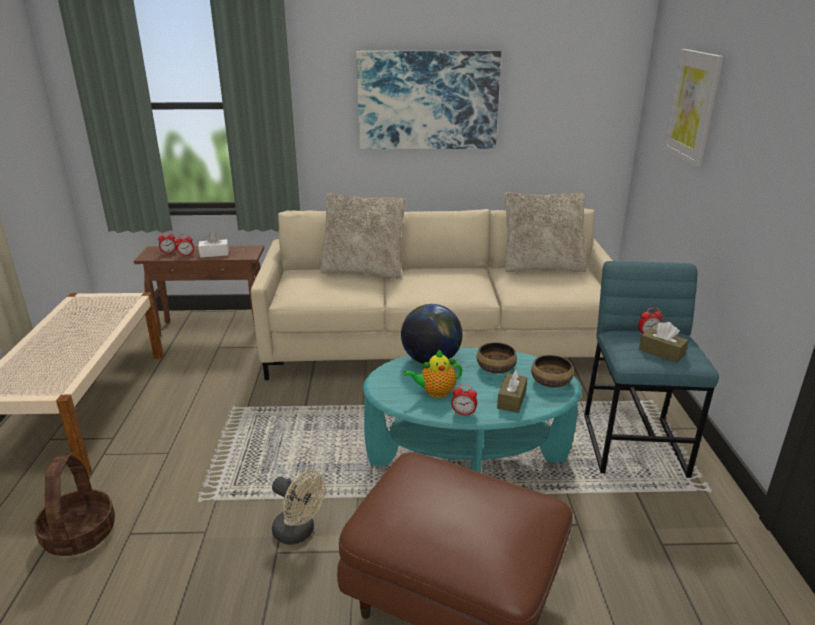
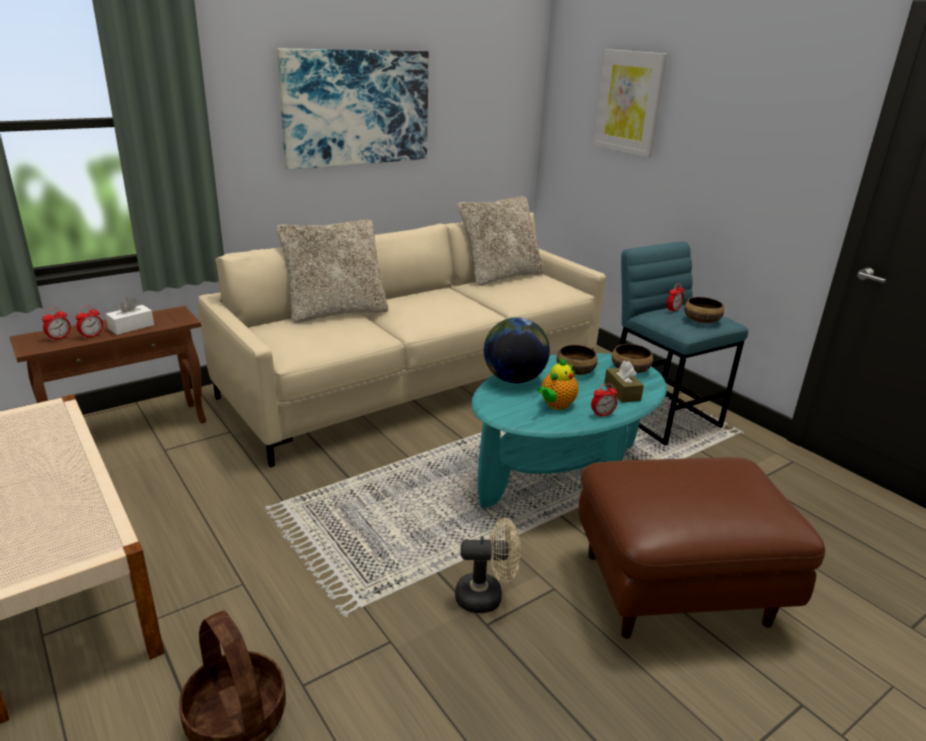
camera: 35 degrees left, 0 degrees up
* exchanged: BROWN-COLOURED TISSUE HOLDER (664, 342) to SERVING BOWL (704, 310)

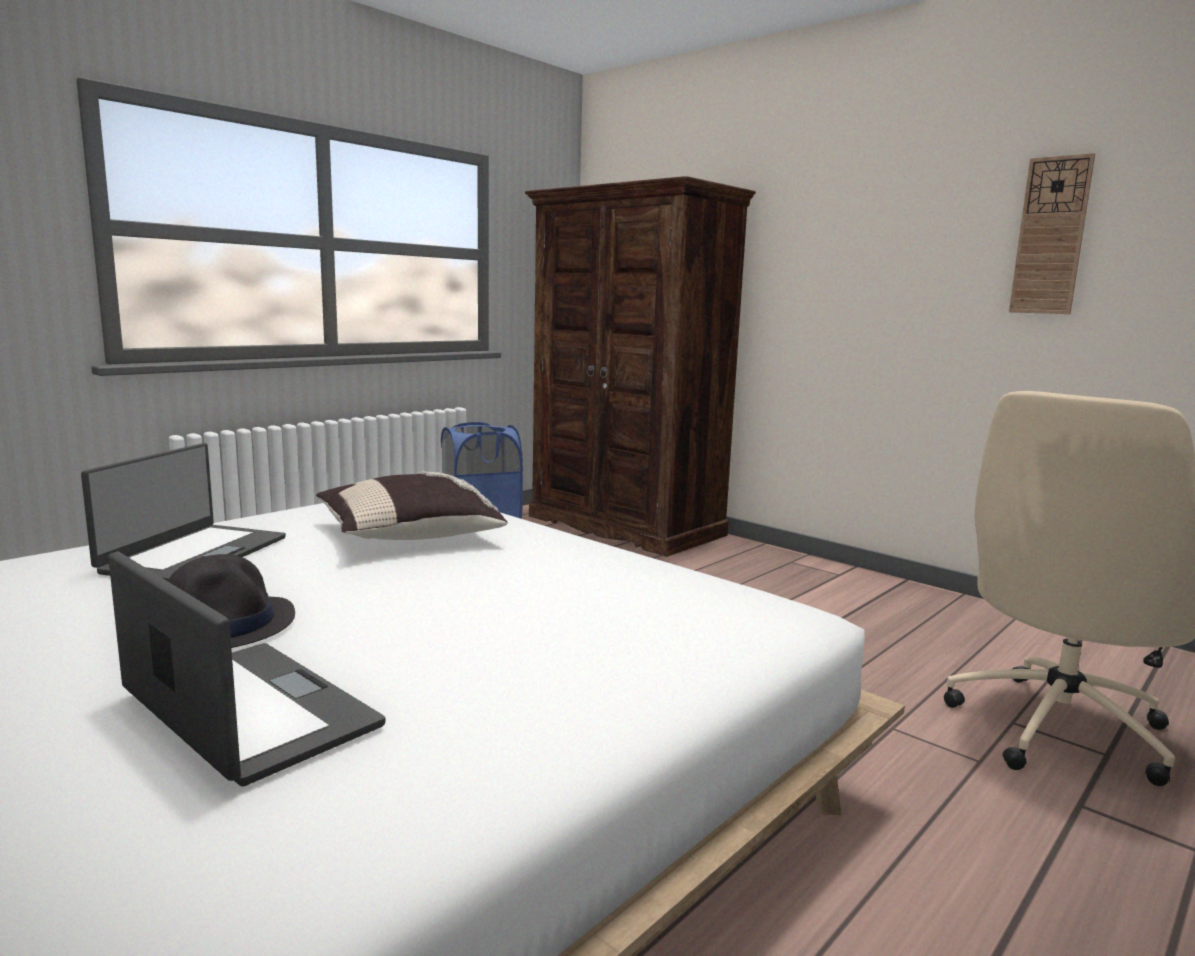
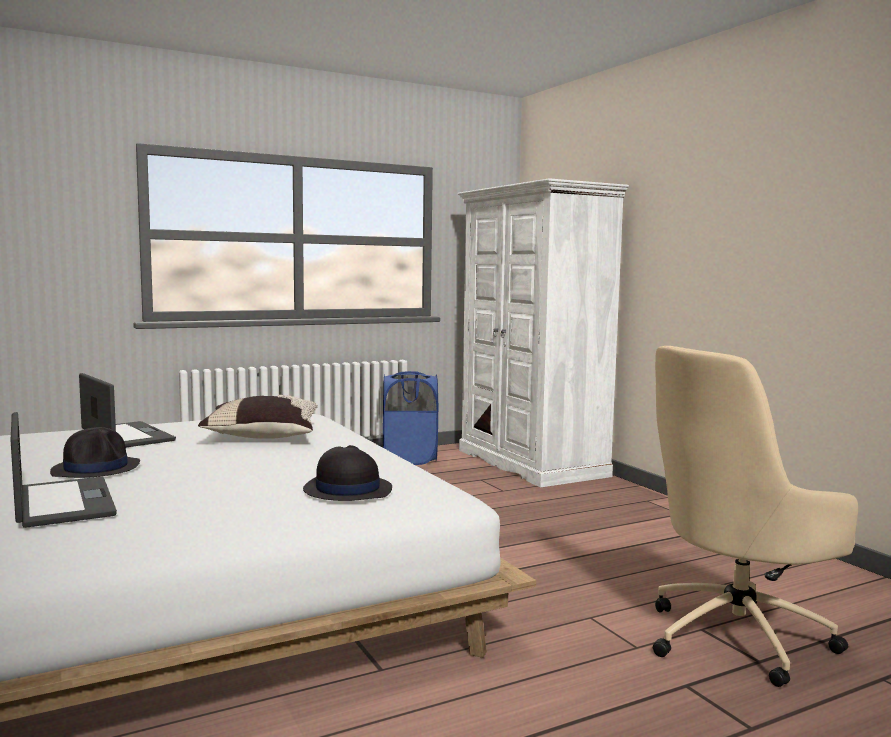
camera: 20 degrees right, 5 degrees down
* spun: LAPTOP (183, 512) = (127, 410) 75 degrees counterclockwise
* colour: BROWN-COLOURED ARMOIRE (640, 366) to WHITE ARMOIRE (543, 333)
* missing: CLOCK ON THE WALL (1052, 233)
* appeared: BLACK HAT (347, 473)

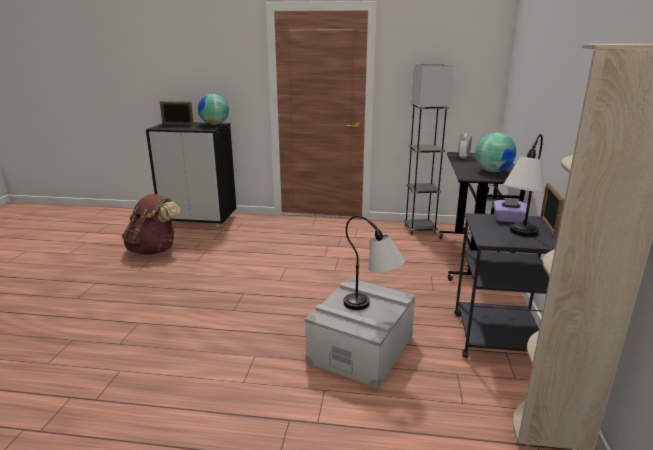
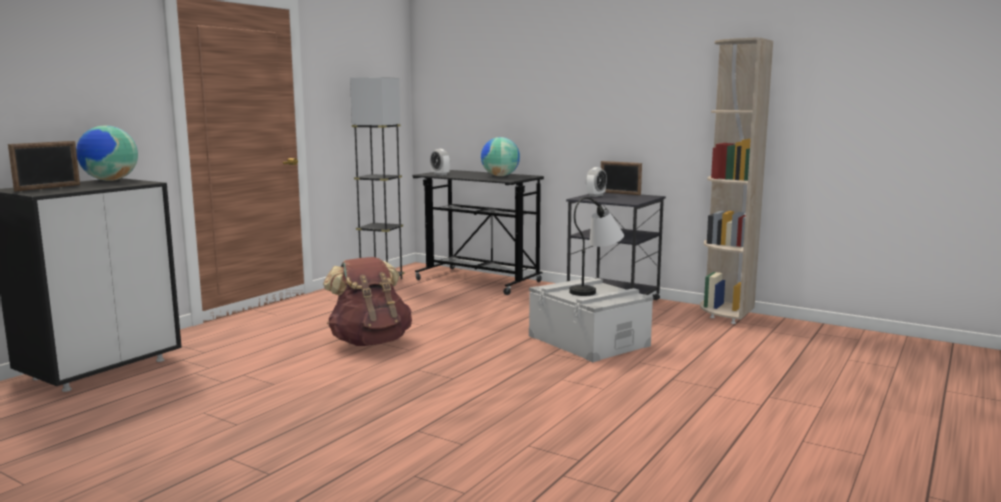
camera: 65 degrees left, 10 degrees down
* relocated: BROWN-COLOURED BACKPACK (151, 224) to (367, 301)
* exchanged: PURPLE-COLOURED TISSUE HOLDER (510, 210) to TABLE CLOCK (596, 182)
* missing: TABLETOP LAMP (524, 185)

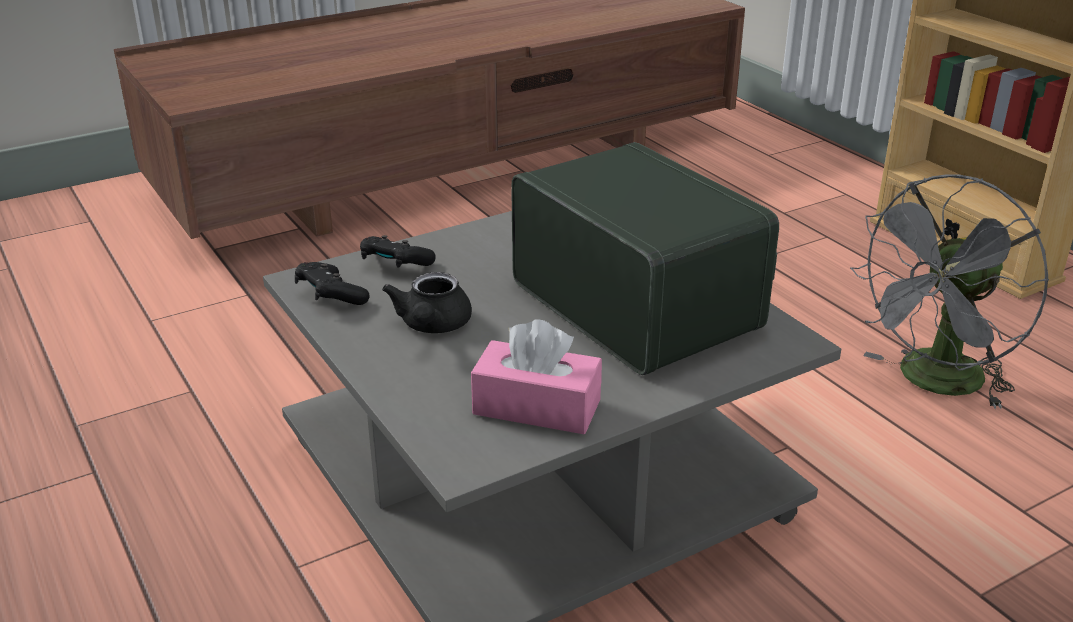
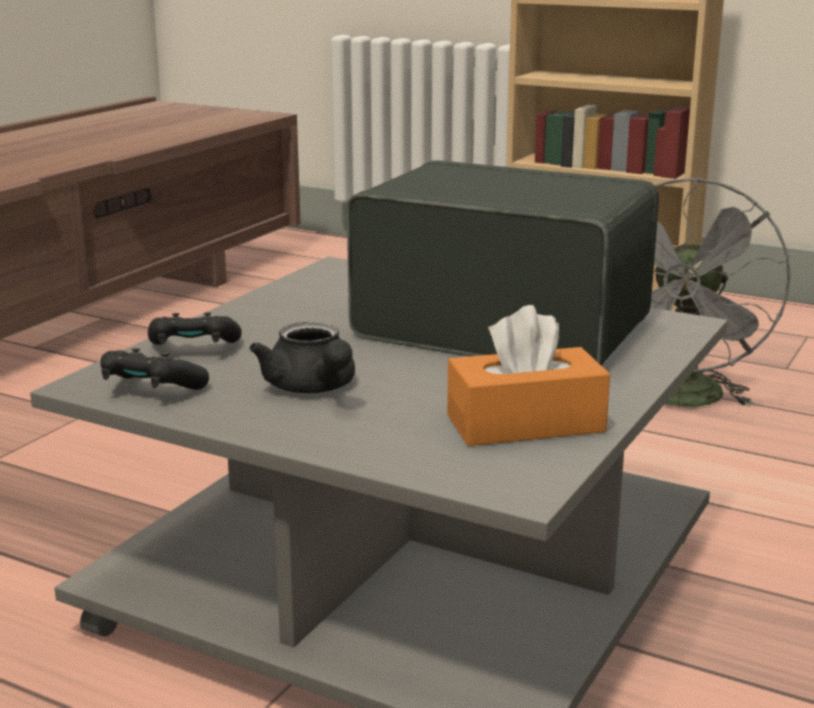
camera: 30 degrees left, 10 degrees down
* colour: PINK-COLOURED TISSUE HOLDER (536, 376) to ORANGE-COLOURED TISSUE HOLDER (528, 375)

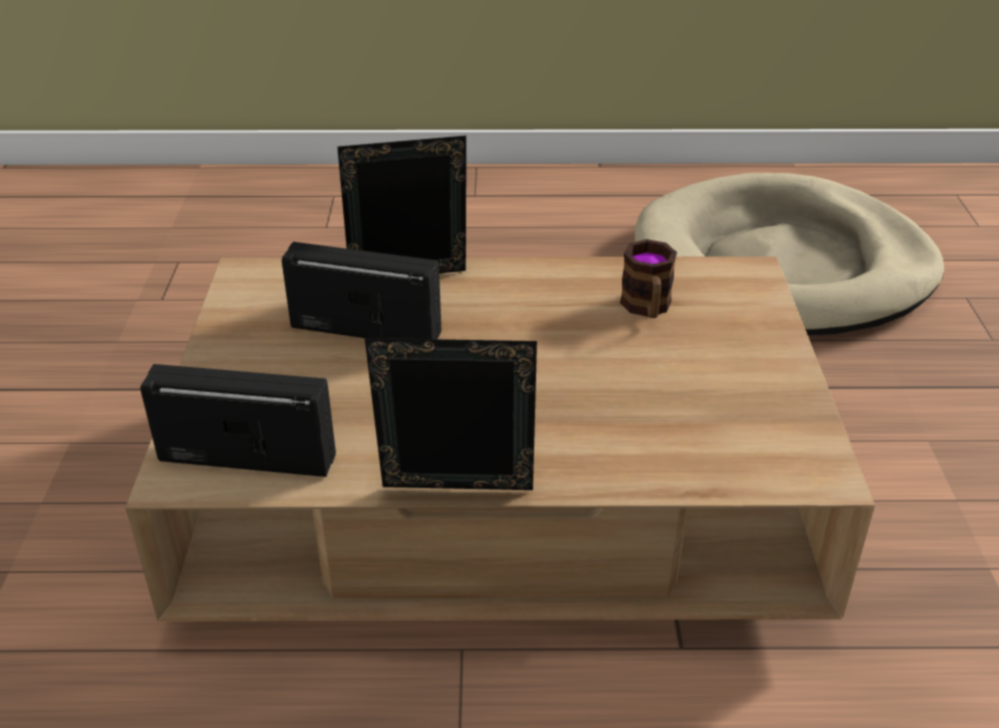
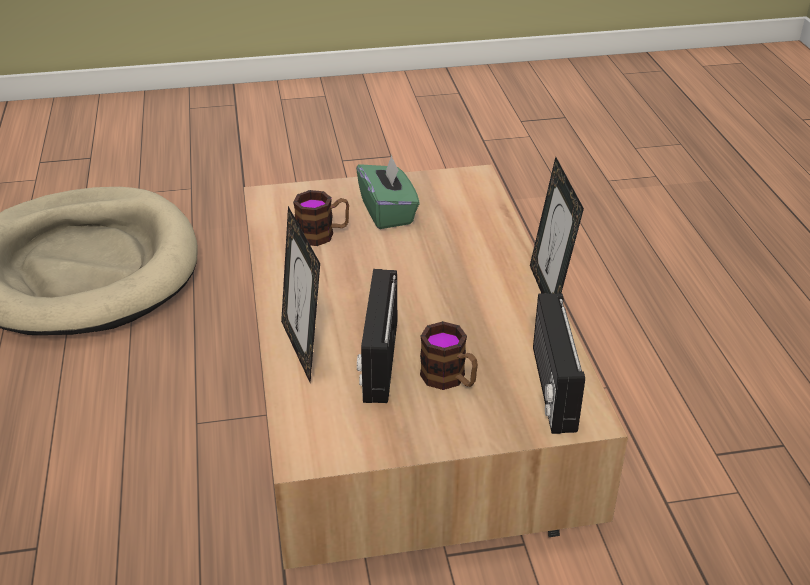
camera: 100 degrees left, 0 degrees up
* appeared: GREEN TISSUE HOLDER (388, 192)
* appeared: MUG (449, 355)

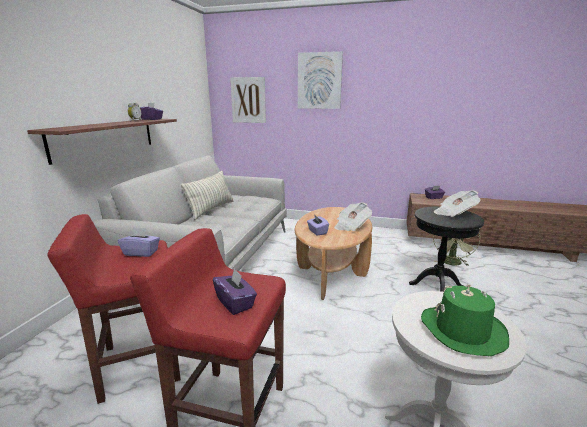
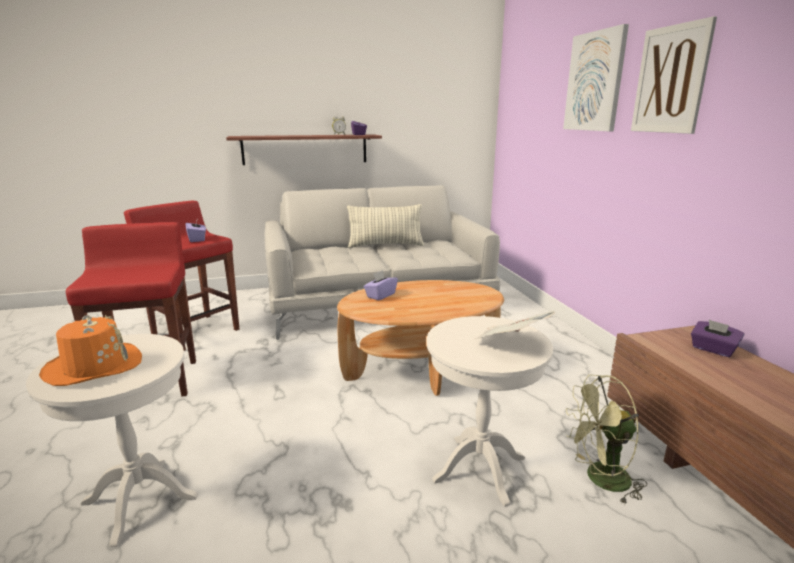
camera: 60 degrees right, 0 degrees up
* missing: PURPLE-COLOURED TISSUE HOLDER (235, 291)
* relocated: WALL PICTURE (248, 100) to (674, 75)
* missing: PRINTED PAPER (353, 217)
* colour: BLACK ACCENT TABLE (446, 249) to WHITE ACCENT TABLE (490, 411)
* colour: GREEN HAT (465, 320) to ORANGE-COLOURED HAT (90, 350)

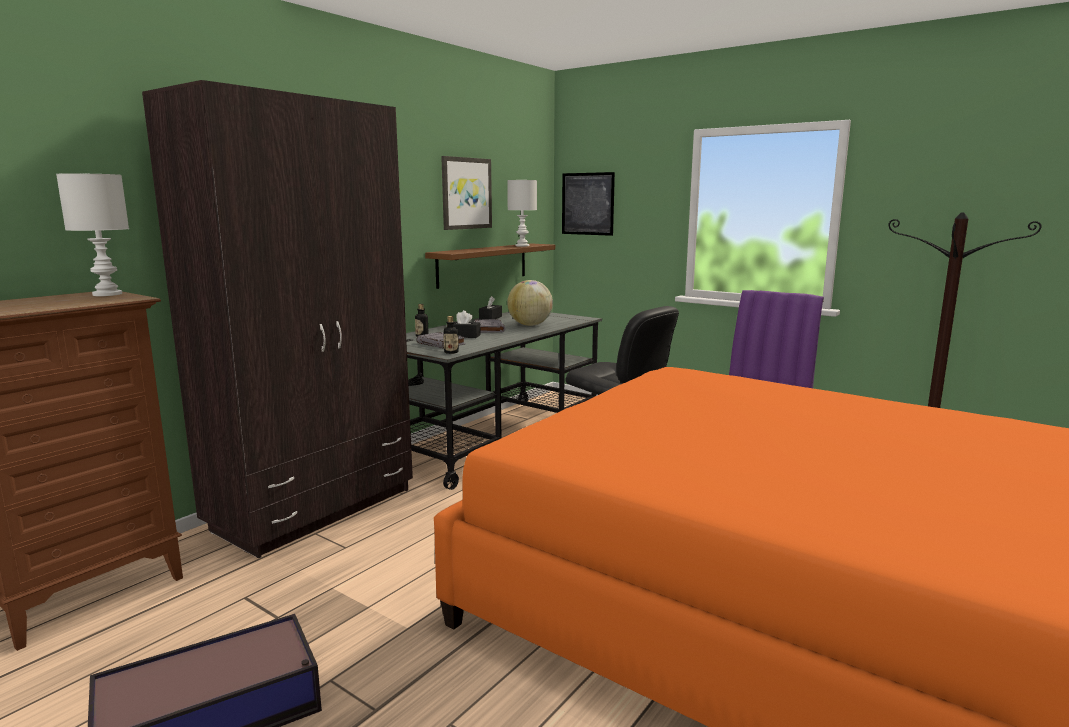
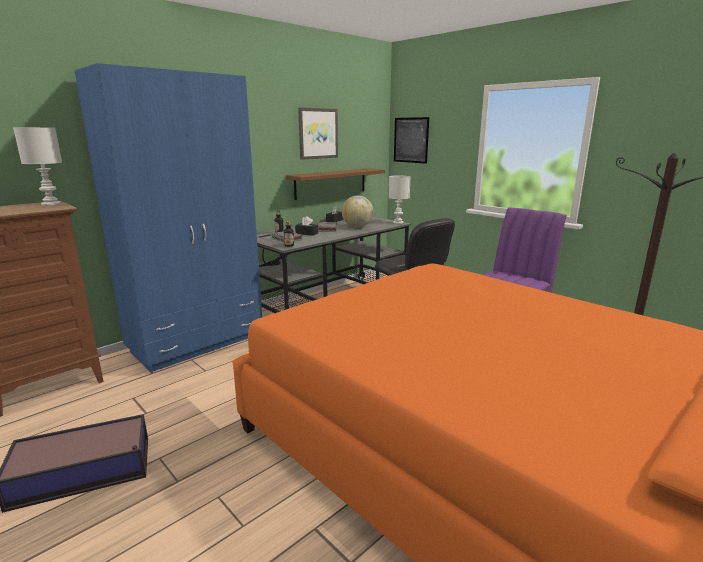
camera: 10 degrees right, 5 degrees up
* colour: BROWN-COLOURED ARMOIRE (277, 319) to BLUISH ARMOIRE (168, 218)
* relocated: WHITE TABLETOP LAMP (522, 213) to (399, 199)

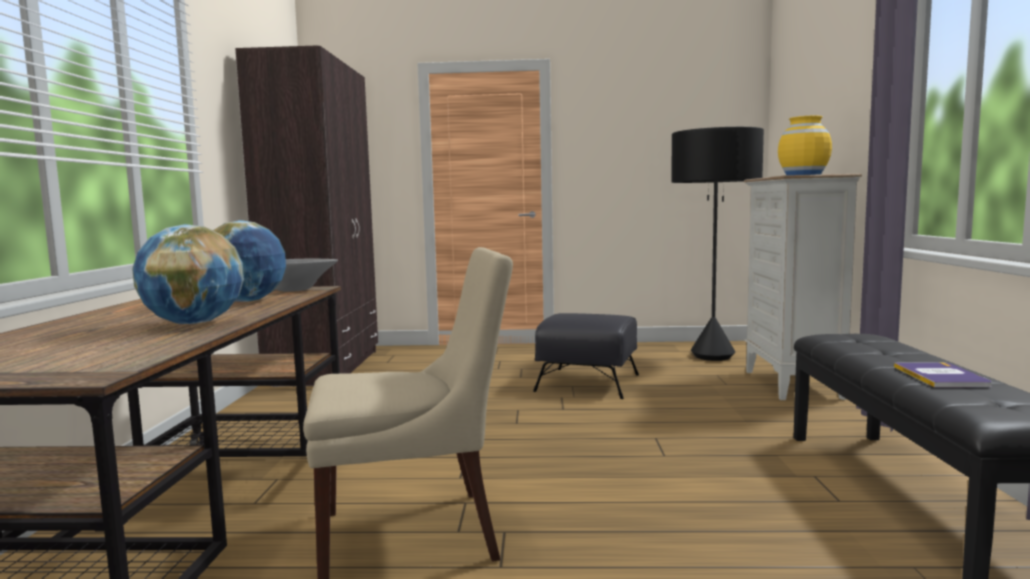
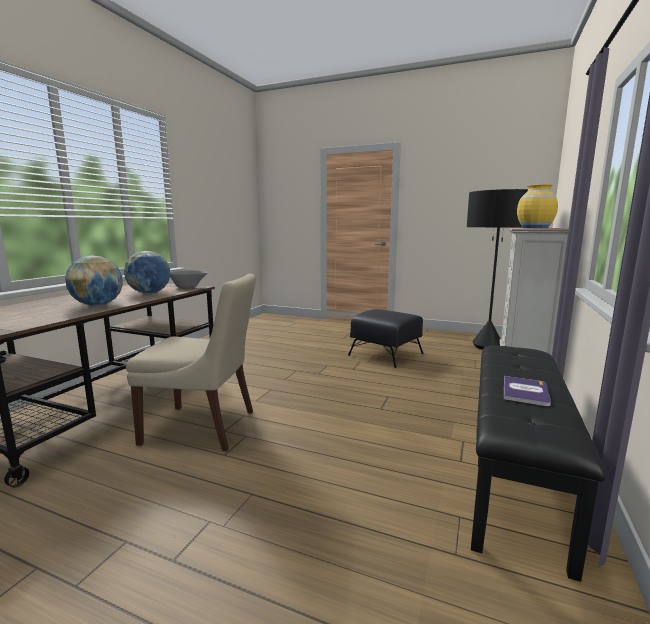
camera: 20 degrees right, 5 degrees up
* missing: BROWN-COLOURED ARMOIRE (306, 216)

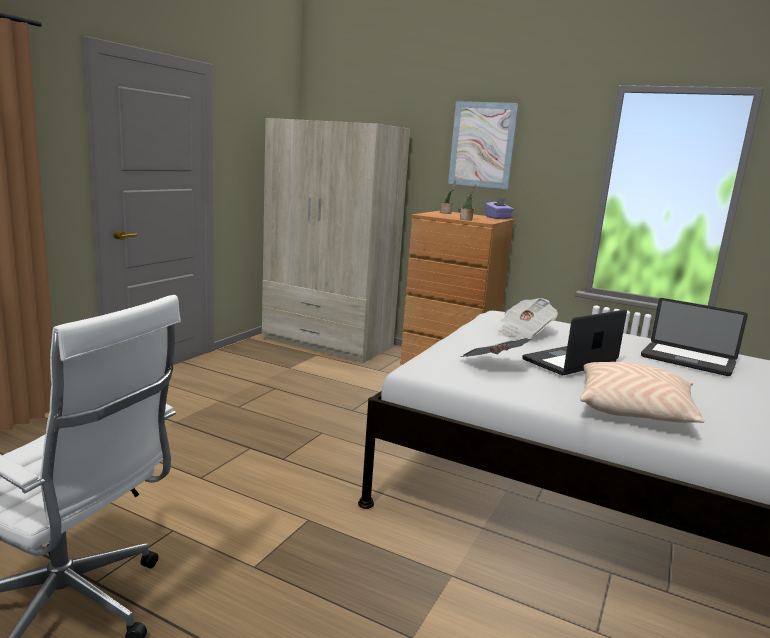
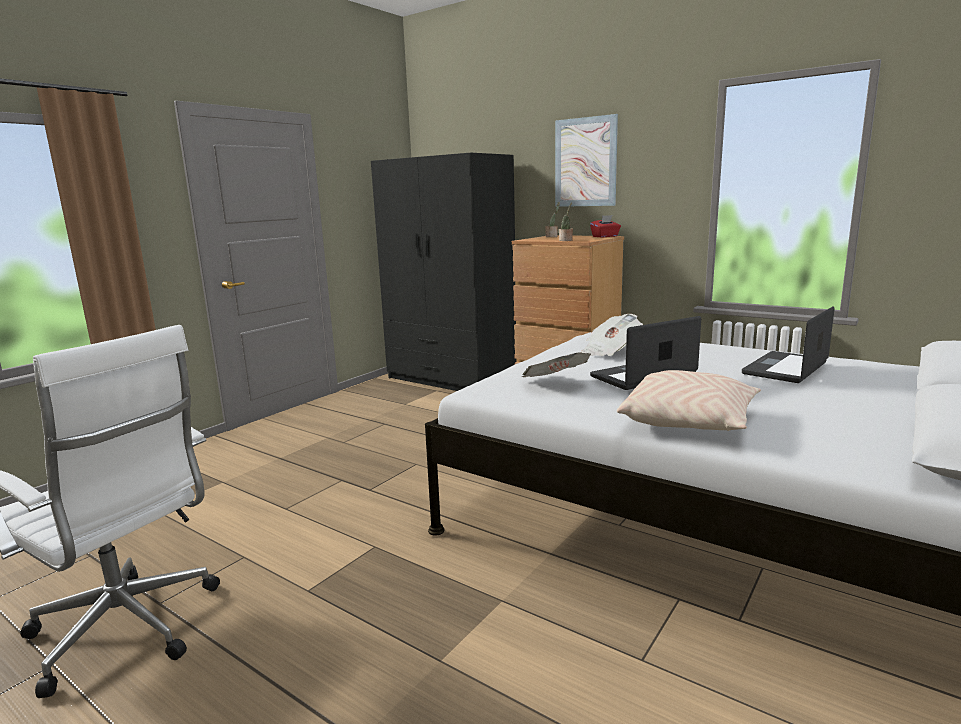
camera: 10 degrees right, 0 degrees up
* colour: SAND-COLOURED ARMOIRE (336, 240) to BLACK ARMOIRE (444, 272)
* colour: PURPLE-COLOURED TISSUE HOLDER (499, 208) to REDDISH TISSUE HOLDER (605, 226)
* spun: LAPTOP (694, 337) = (788, 344) 90 degrees clockwise

